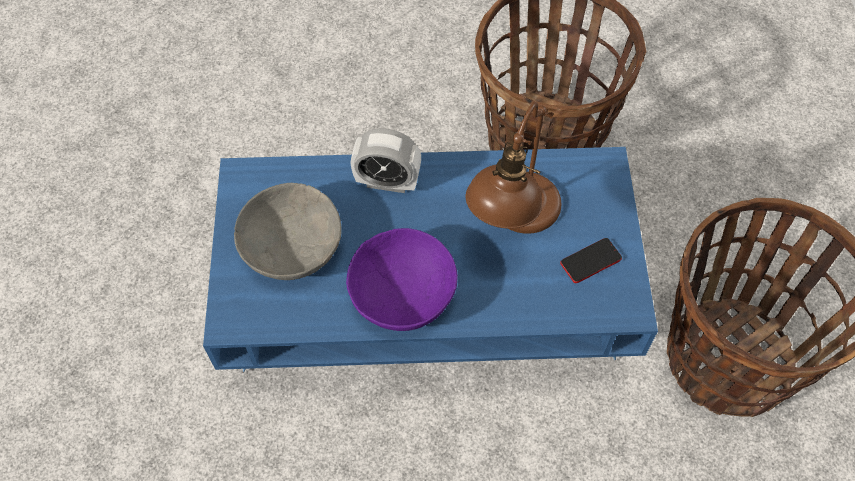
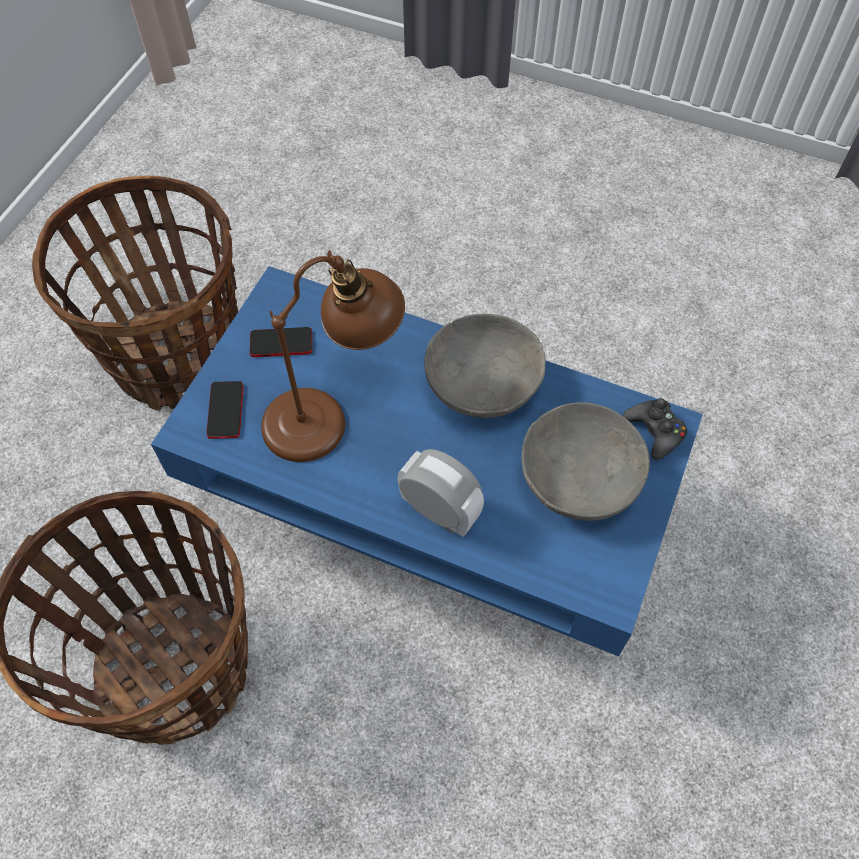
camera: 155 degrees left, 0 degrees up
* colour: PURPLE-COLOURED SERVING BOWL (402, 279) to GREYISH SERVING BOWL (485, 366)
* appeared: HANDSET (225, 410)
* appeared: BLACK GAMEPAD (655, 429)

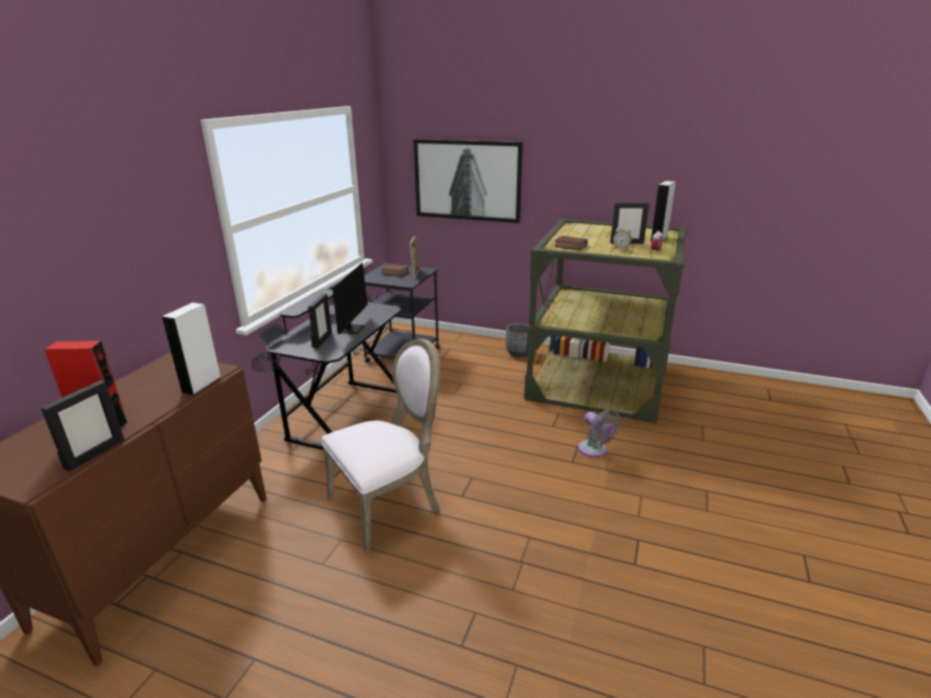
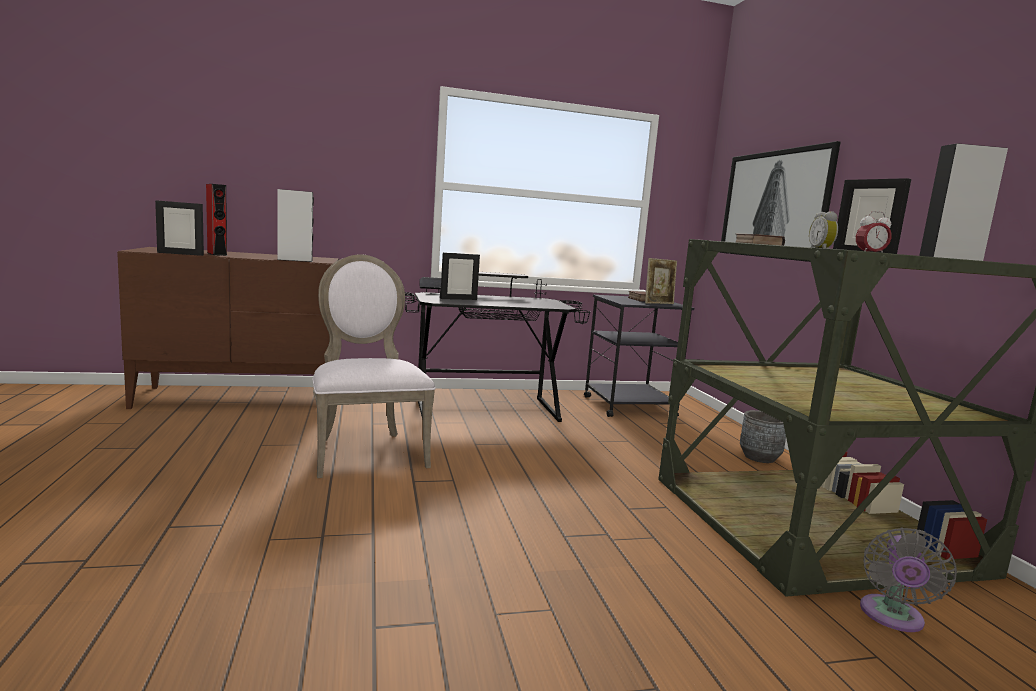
camera: 55 degrees right, 15 degrees down
* spun: WHITE UPRIGHT CHAIR (380, 446) = (374, 366) 135 degrees counterclockwise
* missing: MONITOR (351, 298)
* relocated: GREYISH ELECTRIC FAN (599, 433) to (908, 580)

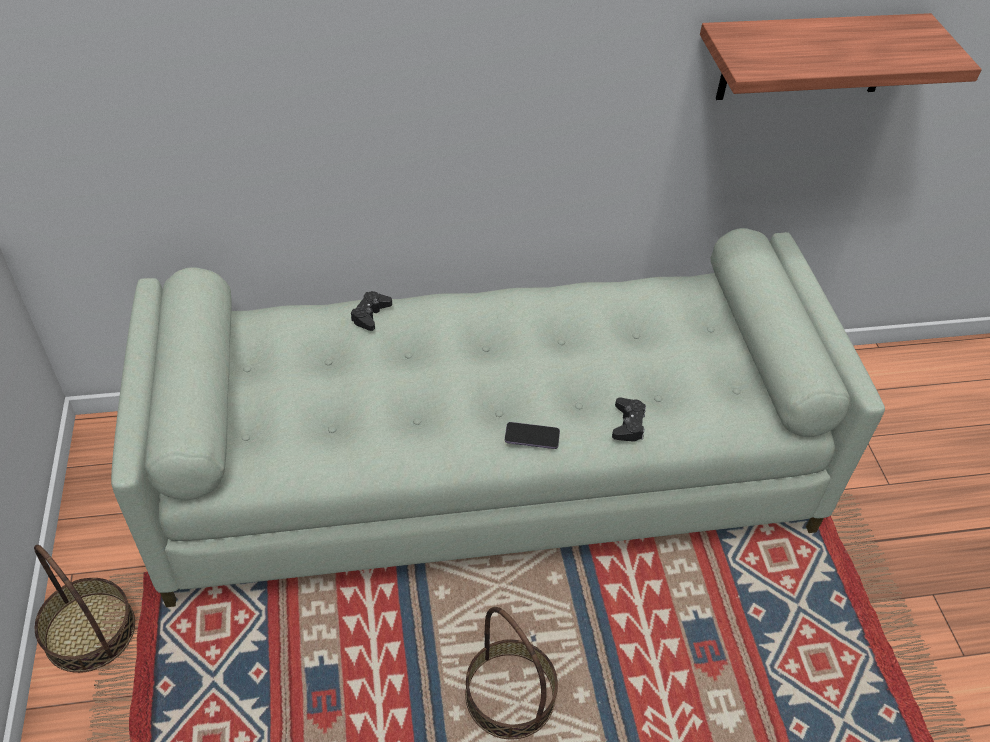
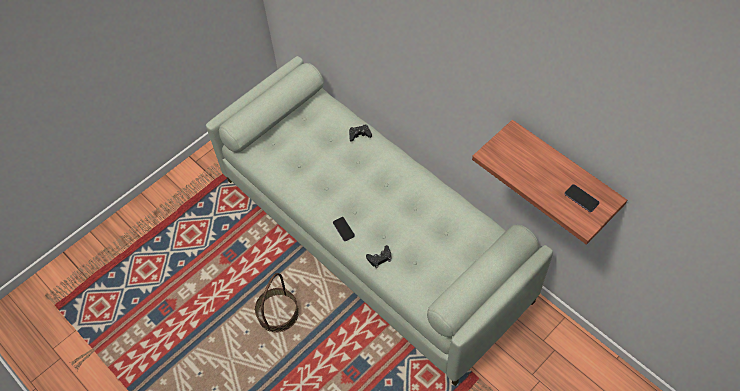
camera: 60 degrees right, 10 degrees up
* missing: BASKET (84, 609)
* appeared: HANDSET (582, 198)

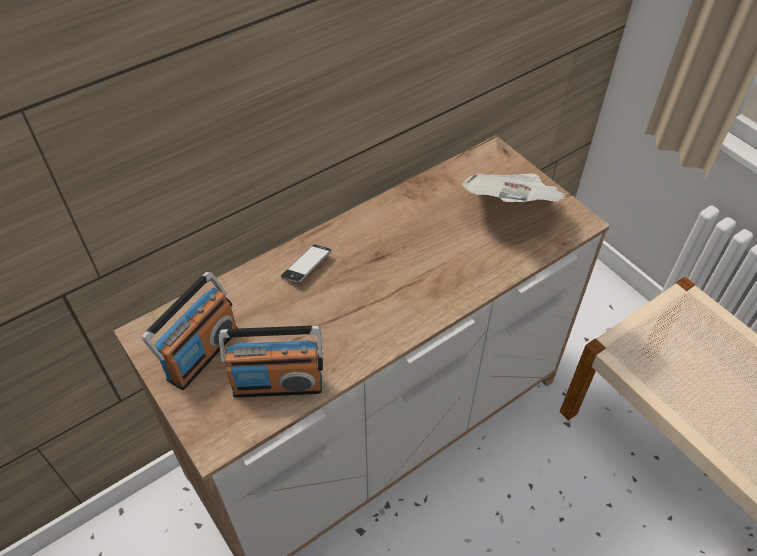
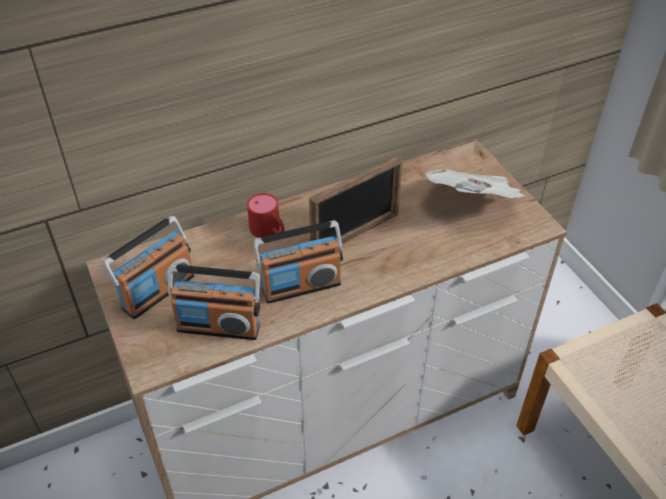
camera: 10 degrees right, 5 degrees down
* exchanged: HANDSET (306, 264) to REDDISH MUG (265, 215)
* appeared: RADIO SET (298, 262)
* appeared: PHOTO FRAME (356, 199)

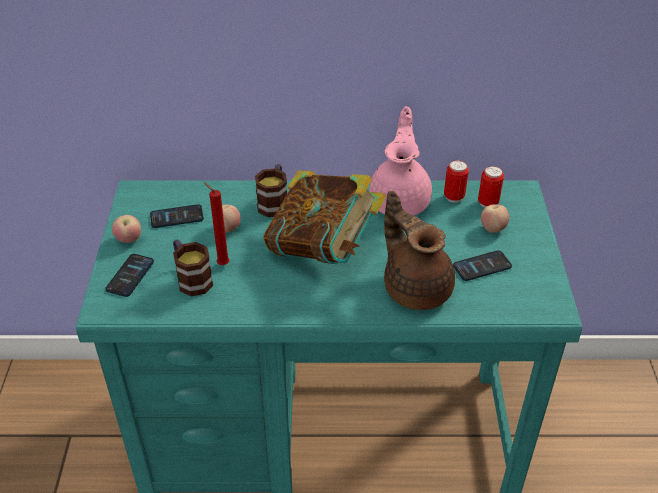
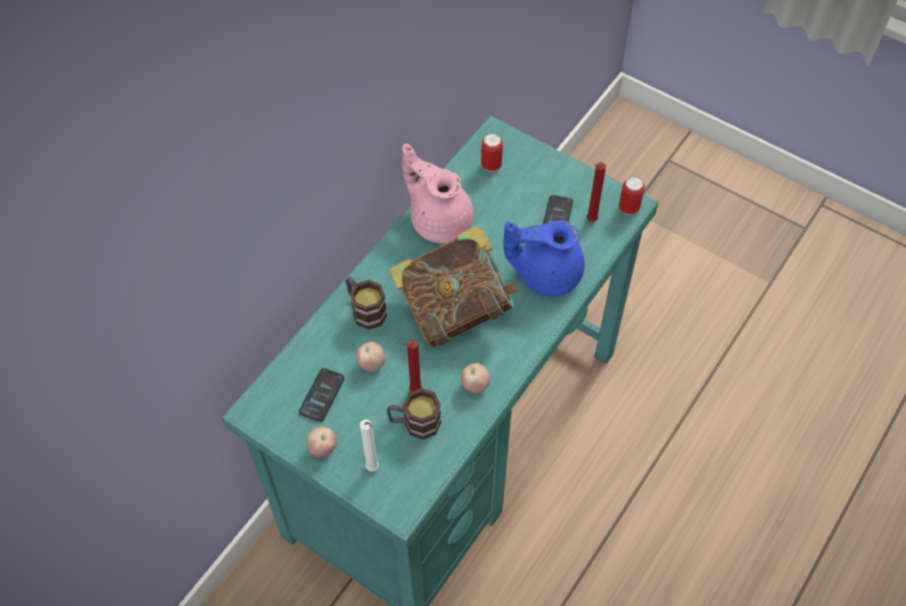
camera: 55 degrees left, 15 degrees up
* exchanged: HANDSET (129, 275) to WHITE CANDLE (369, 445)
* colour: BROWN-COLOURED TEA POT (419, 250) to BLUISH TEA POT (544, 258)
* relocated: METAL CAN (456, 181) to (632, 196)
* relocated: APPLE FRUIT (495, 218) to (475, 378)
* appeared: REDDISH CANDLE (596, 192)

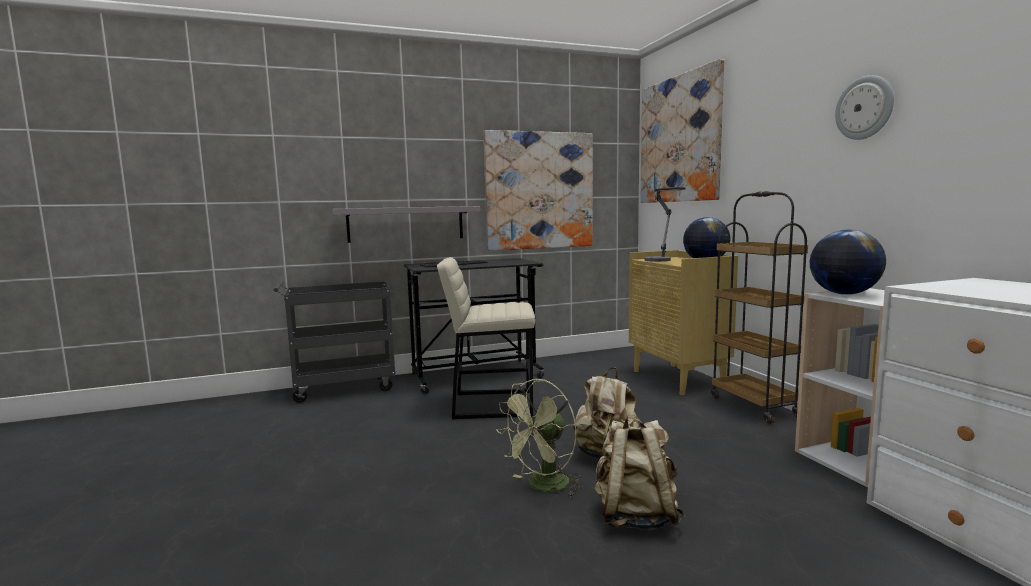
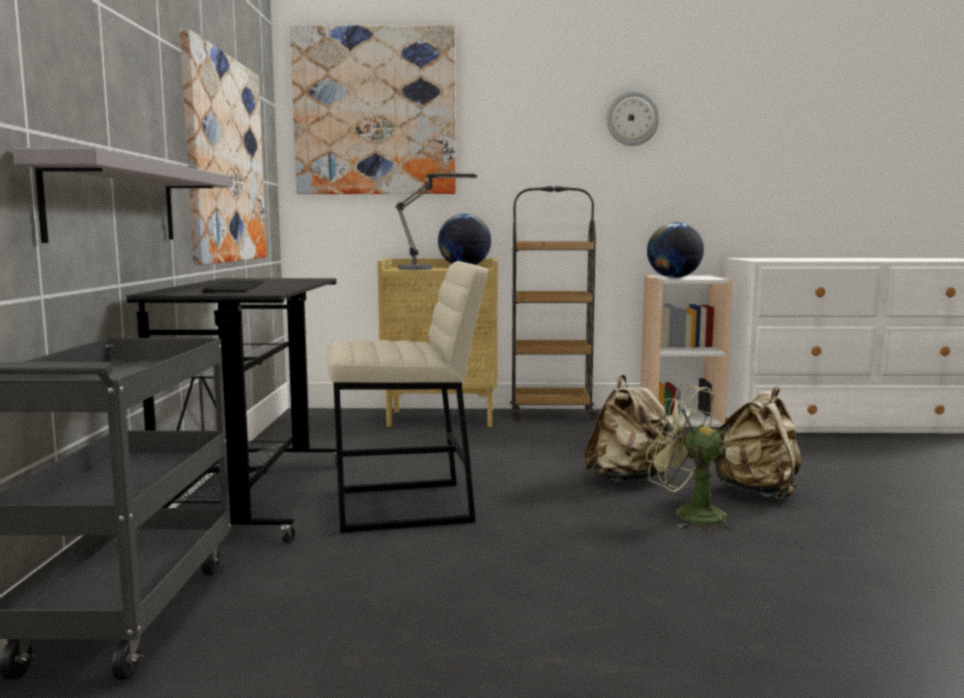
camera: 70 degrees left, 0 degrees up
* spun: SAND-COLOURED UPRIGHT CHAIR (486, 338) = (408, 397) 120 degrees counterclockwise
* spun: GREEN ELECTRIC FAN (539, 438) = (691, 457) 150 degrees clockwise

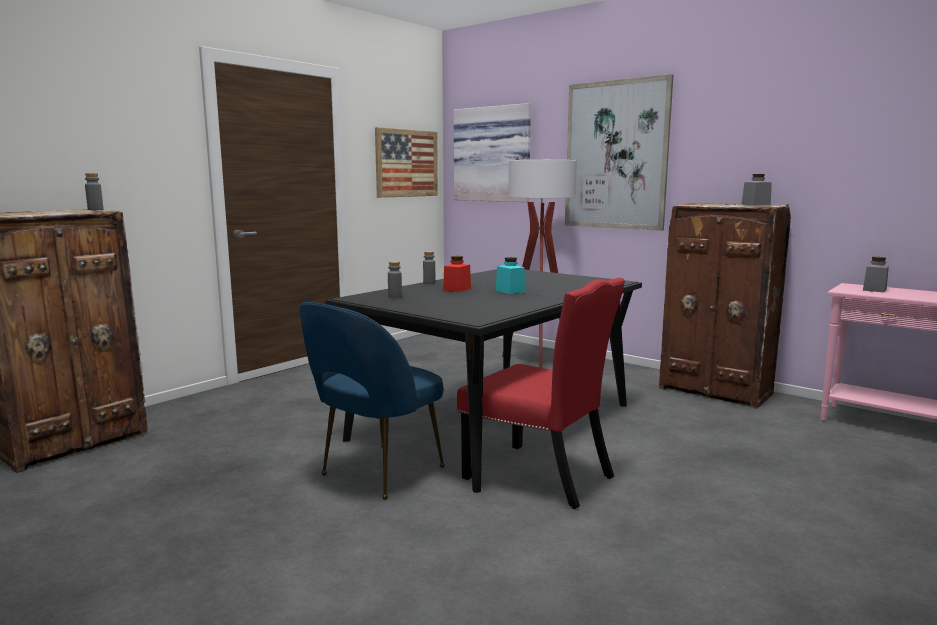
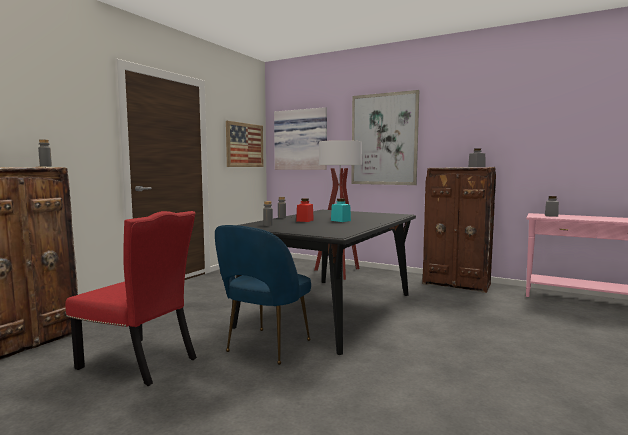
camera: 10 degrees left, 5 degrees down
* relocated: REDDISH UPRIGHT CHAIR (541, 393) to (131, 298)

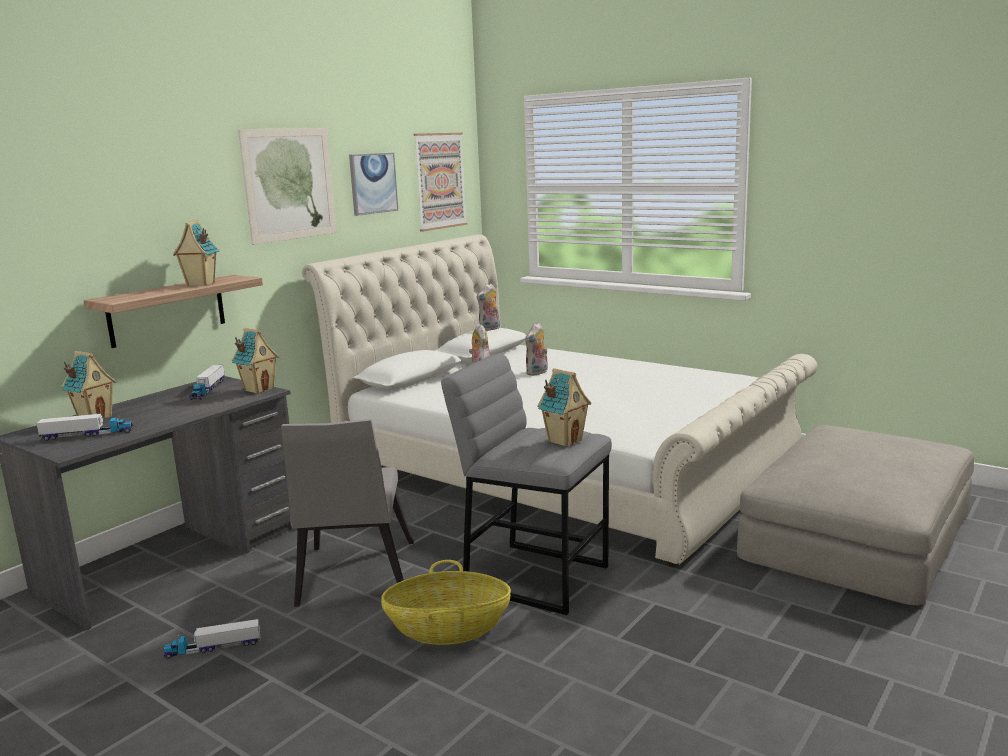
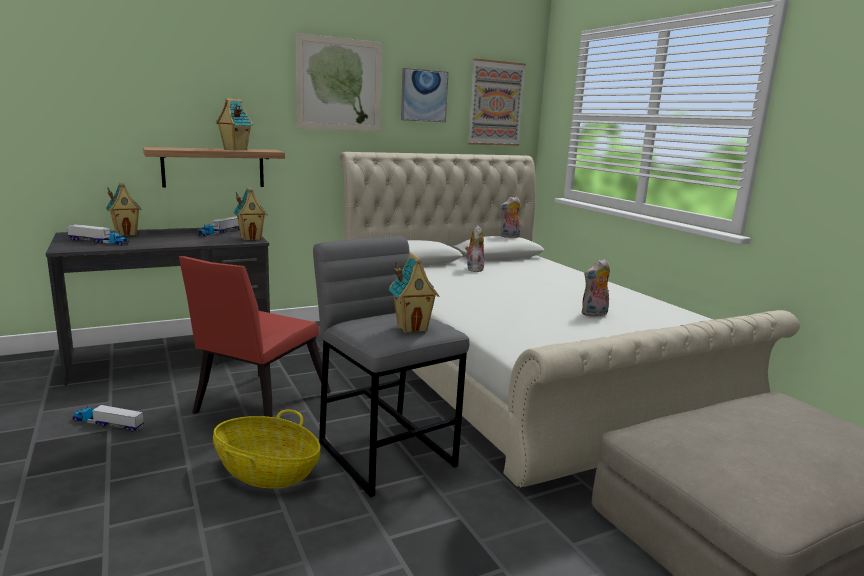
camera: 25 degrees right, 0 degrees up
* colour: GREYISH UPRIGHT CHAIR (347, 513) to REDDISH UPRIGHT CHAIR (255, 336)
* relocated: SOFT TOY (536, 349) to (596, 288)

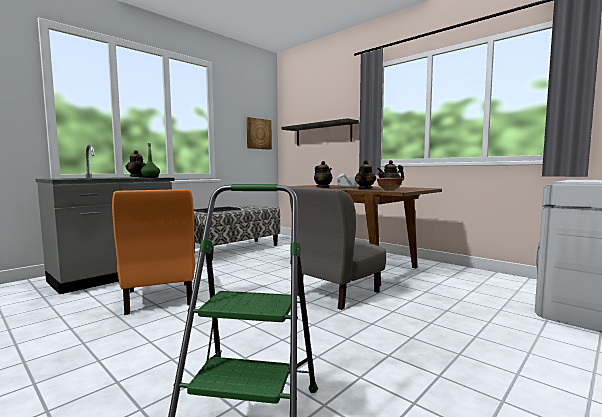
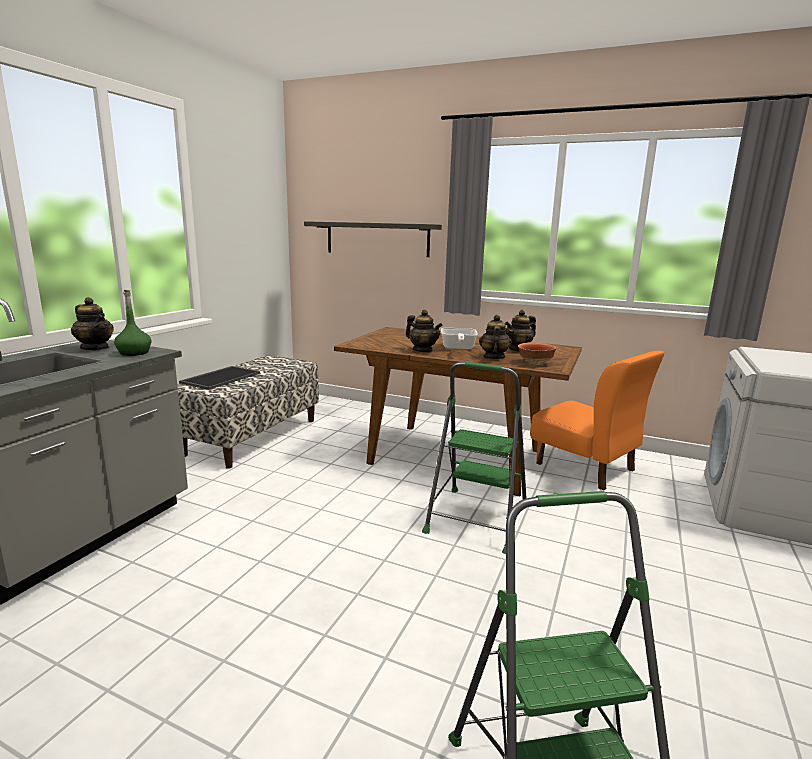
camera: 20 degrees left, 10 degrees up
* relocated: ORANGE-COLOURED UPRIGHT CHAIR (153, 252) to (597, 421)
* missing: WALL PICTURE (259, 133)
* exchanged: GREYISH UPRIGHT CHAIR (337, 248) to GREEN STEPLADDER (474, 458)

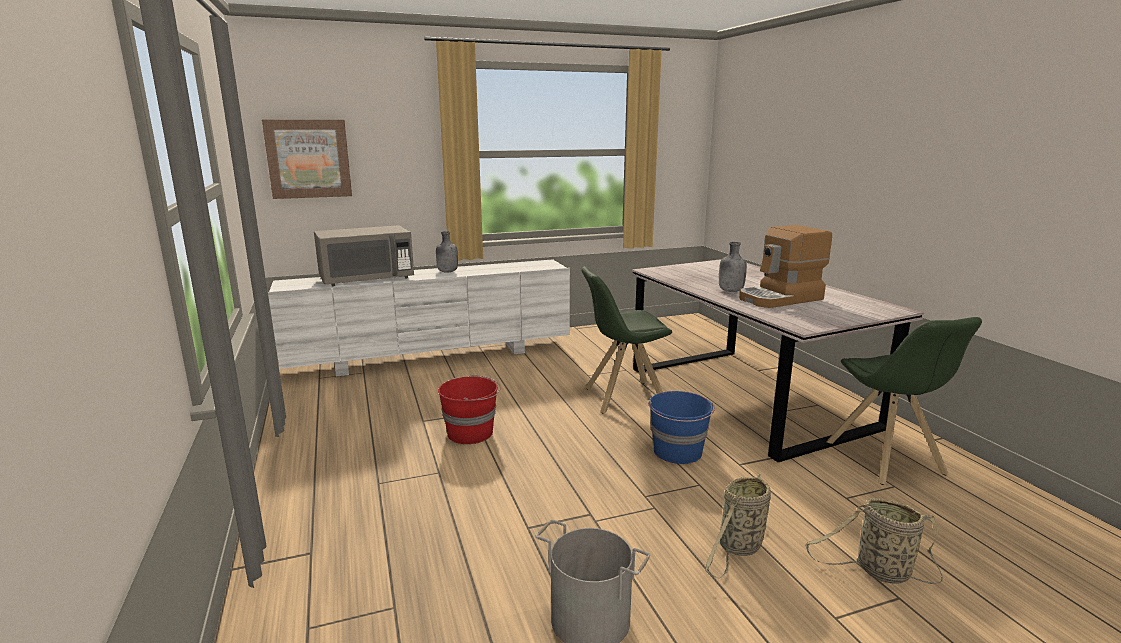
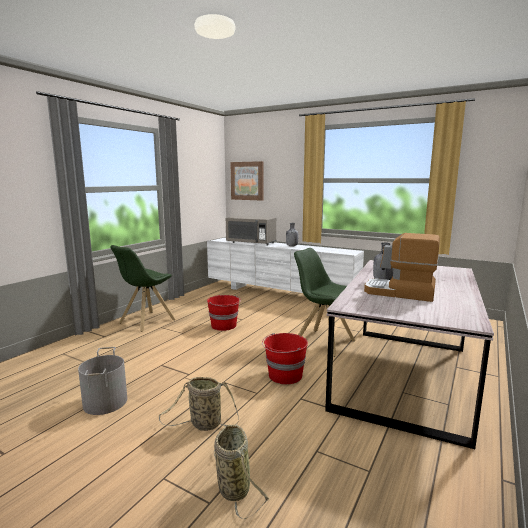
camera: 50 degrees right, 5 degrees down
* colour: BLUISH WATER BUCKET (681, 427) to REDDISH WATER BUCKET (285, 358)
* relocated: GREEN UPRIGHT CHAIR (904, 401) to (143, 288)

